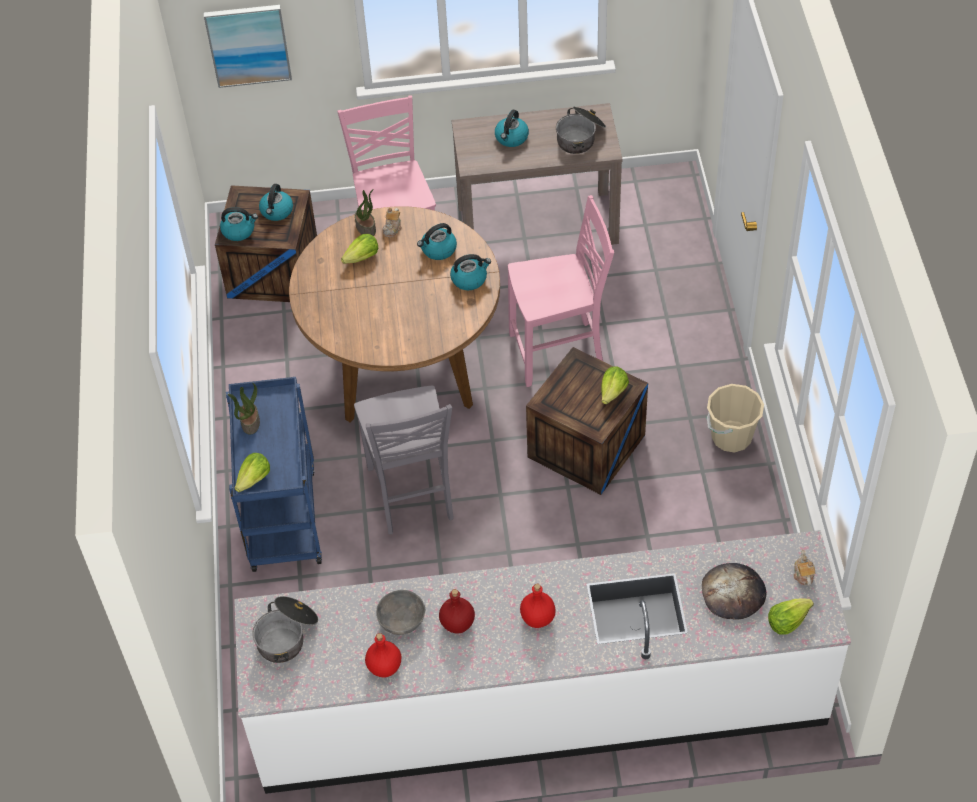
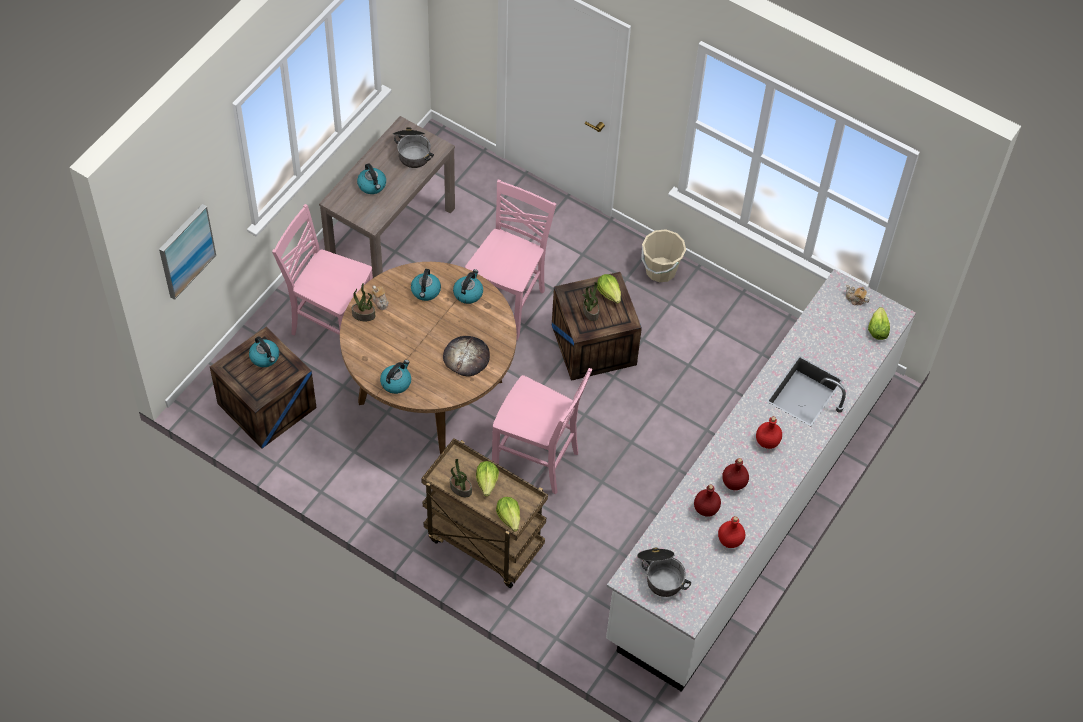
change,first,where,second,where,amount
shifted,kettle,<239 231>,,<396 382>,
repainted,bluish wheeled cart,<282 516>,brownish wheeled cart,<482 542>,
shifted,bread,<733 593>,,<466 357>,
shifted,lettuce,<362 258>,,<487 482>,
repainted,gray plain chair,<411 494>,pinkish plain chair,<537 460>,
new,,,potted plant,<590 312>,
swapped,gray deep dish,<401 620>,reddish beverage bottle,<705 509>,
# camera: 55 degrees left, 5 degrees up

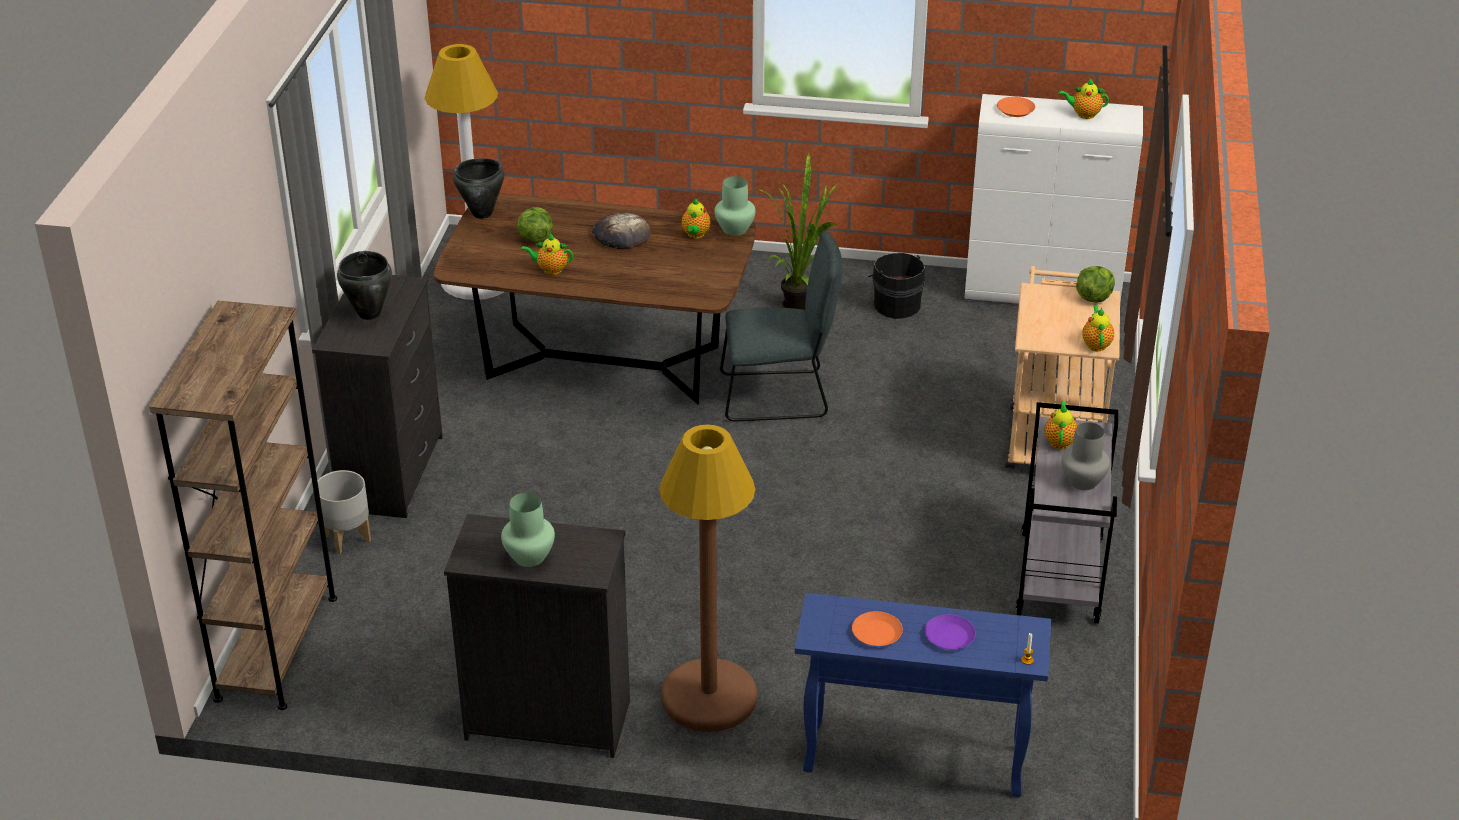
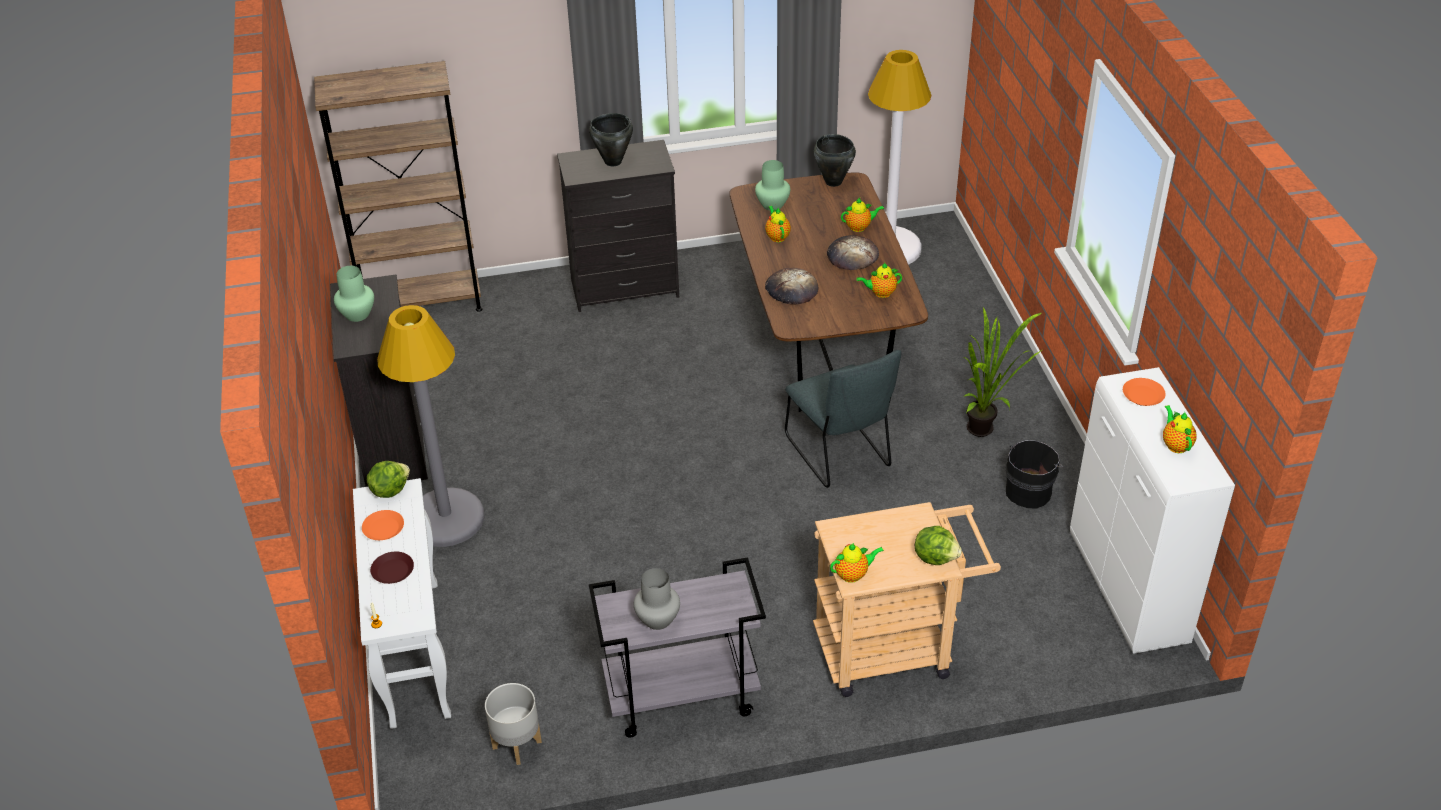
change,first,where,second,where,amount
repainted,bluish console table,<912 760>,white-coloured console table,<414 652>,
shifted,lettuce,<535 238>,,<389 490>,
repainted,purplish dinner plate,<949 636>,brownish dinner plate,<392 571>,
repainted,brownish floor lamp,<709 697>,gray floor lamp,<446 518>,
shifted,gray plant pot,<347 538>,,<516 745>,
shifted,green decorative vase,<735 229>,,<773 205>,
new,,,bread,<791 289>,
shifted,tea pot,<1059 441>,,<859 227>,
# camera: 70 degrees right, 5 degrees up

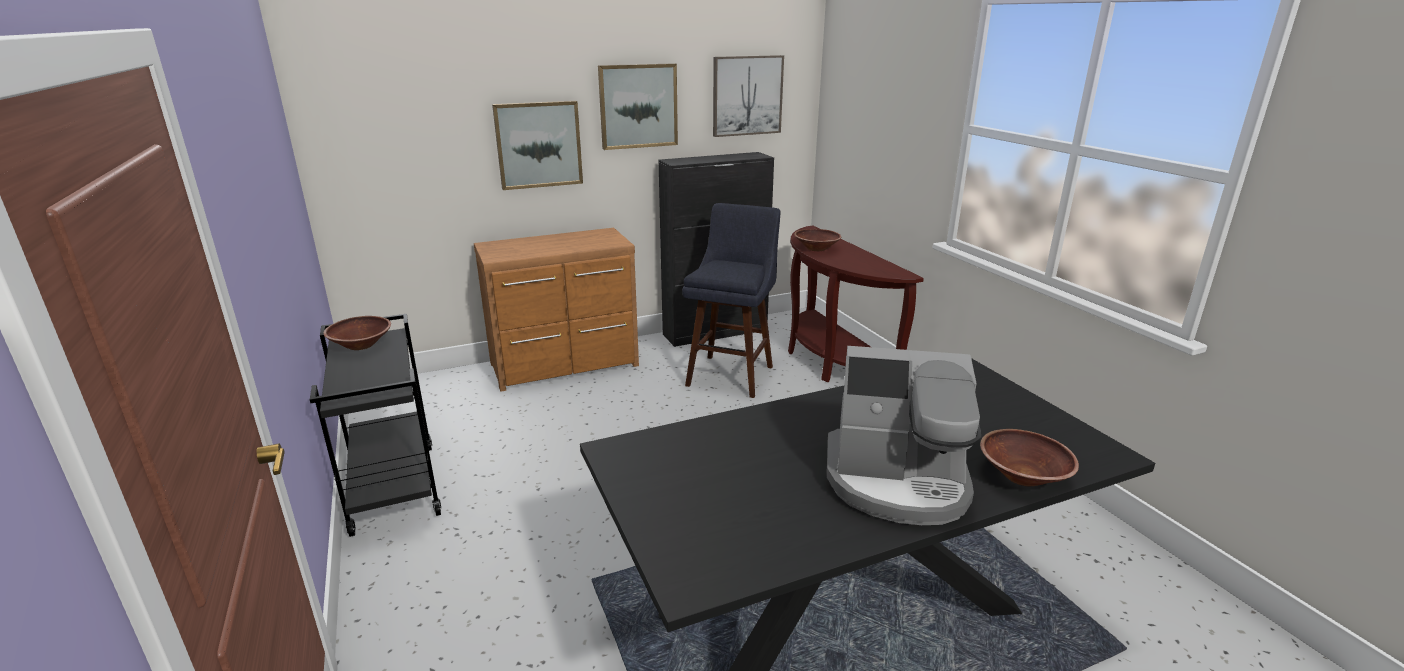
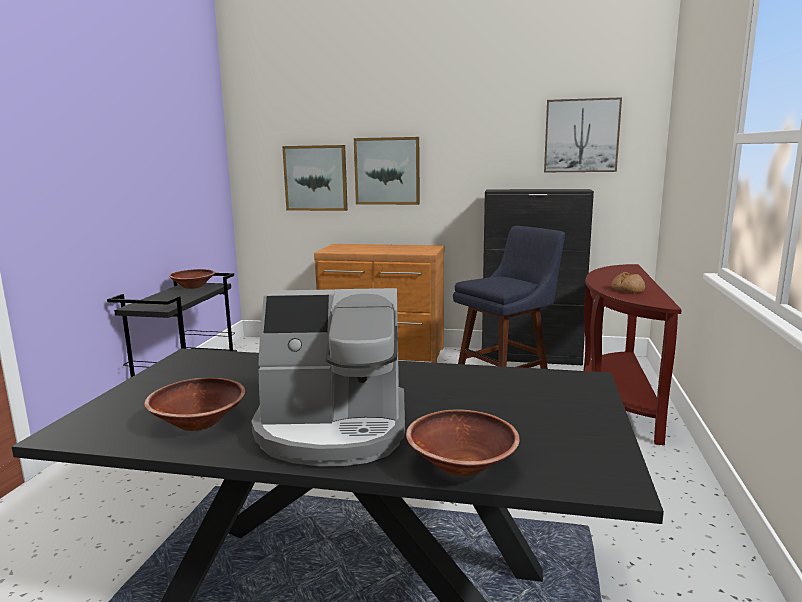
change,first,where,second,where,amount
shifted,brownish deep dish,<816 248>,,<198 422>,
rotated,coffee maker,<897 481>,,<333 430>,45 degrees counterclockwise
shifted,wall art,<638 106>,,<316 178>,
new,,,bread,<627 290>,
# camera: 35 degrees right, 10 degrees down

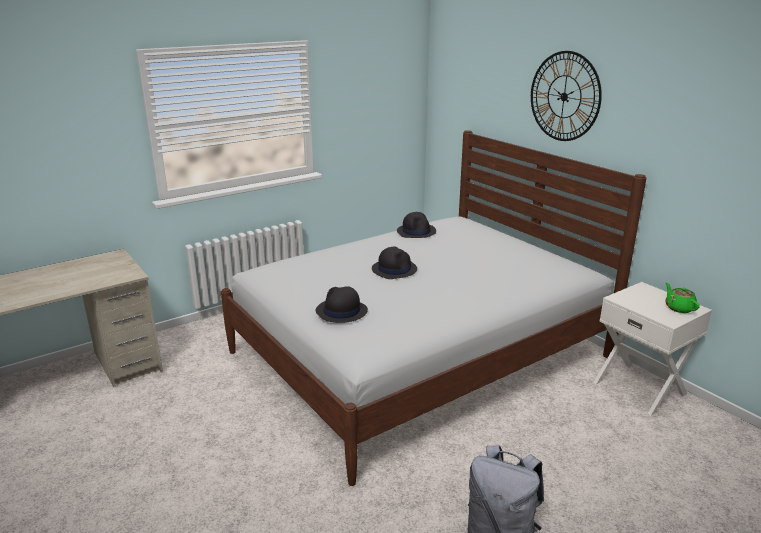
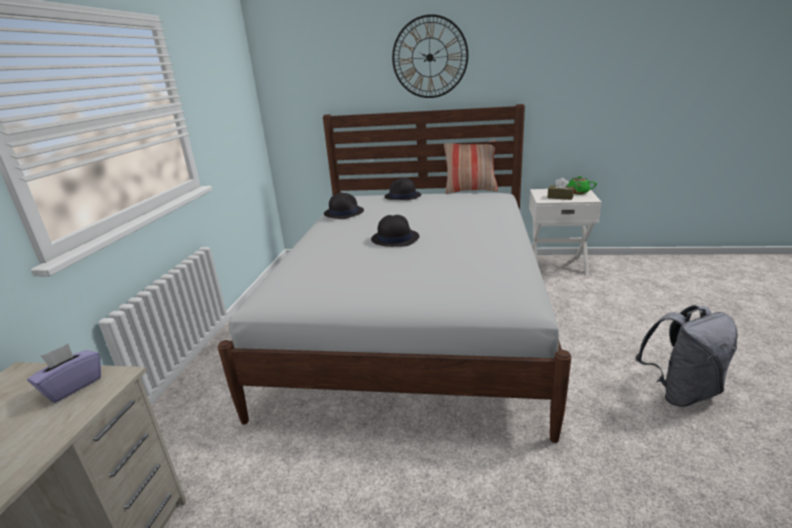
change,first,where,second,where,amount
new,,,purplish box of tissues,<72 386>,
shifted,black wearable hat,<341 311>,,<403 196>,
new,,,cushion,<470 190>,
new,,,brownish box of tissues,<560 197>,
# camera: 45 degrees left, 0 degrees up

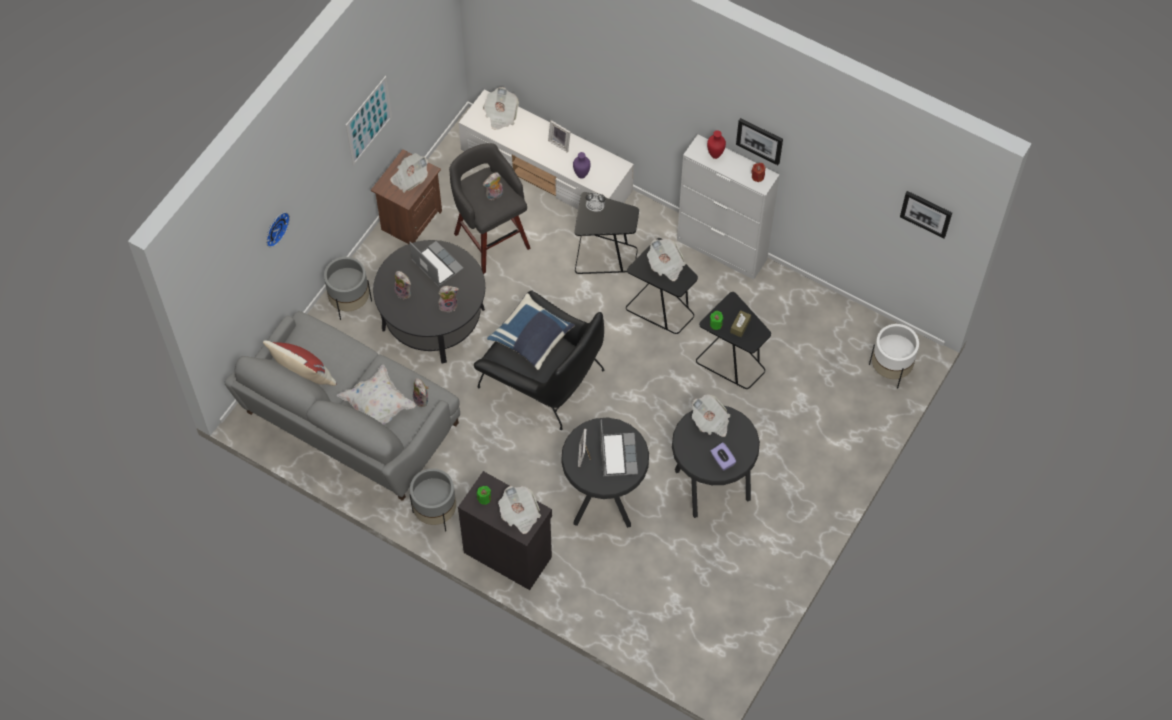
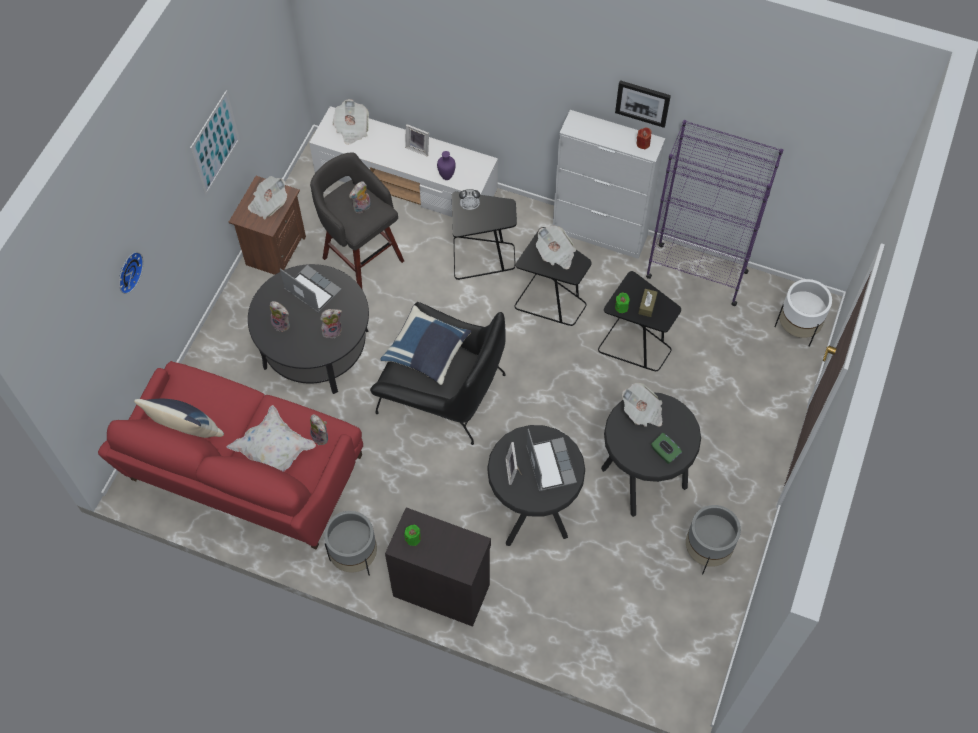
change,first,where,second,where,amount
repainted,gray sofa,<349 420>,reddish sofa,<244 471>,
repainted,reddish cushion,<302 376>,bluish cushion,<185 432>,
new,,,purplish shelving unit,<696 274>,
repainted,purplish box of tissues,<722 461>,green box of tissues,<664 453>,
shifted,gray plant pot,<350 303>,,<706 551>,
gone,newspaper,<520 514>,,,
gone,reddish decorative vase,<714 155>,,,
gone,wall art,<926 213>,,,
# camera: 10 degrees left, 0 degrees up

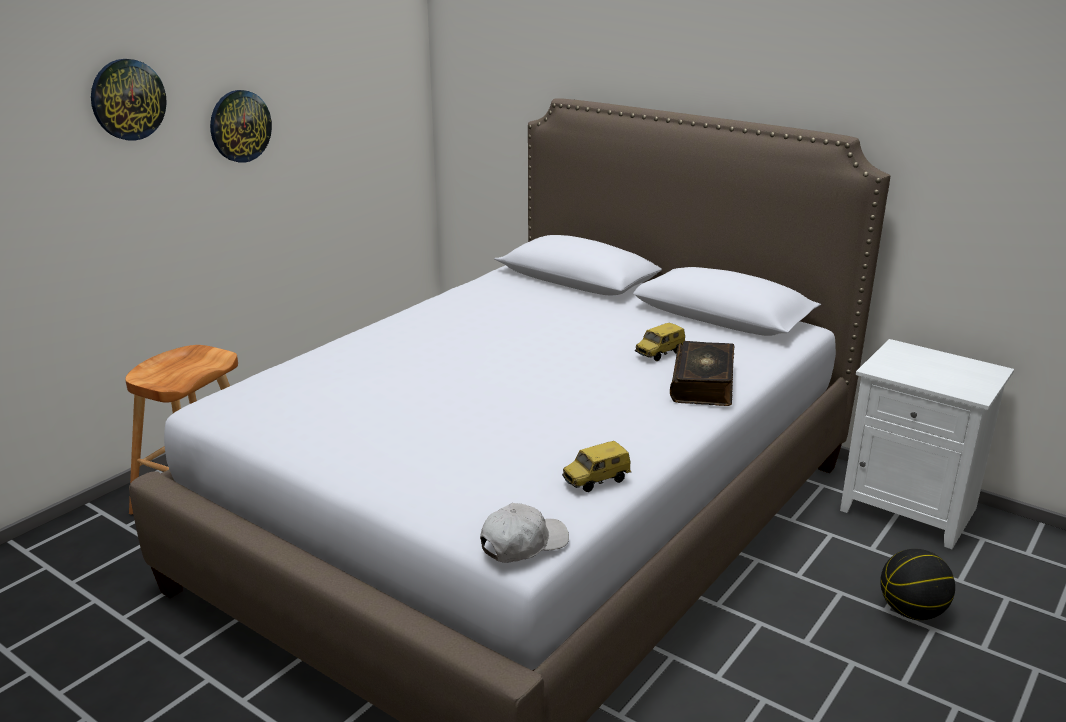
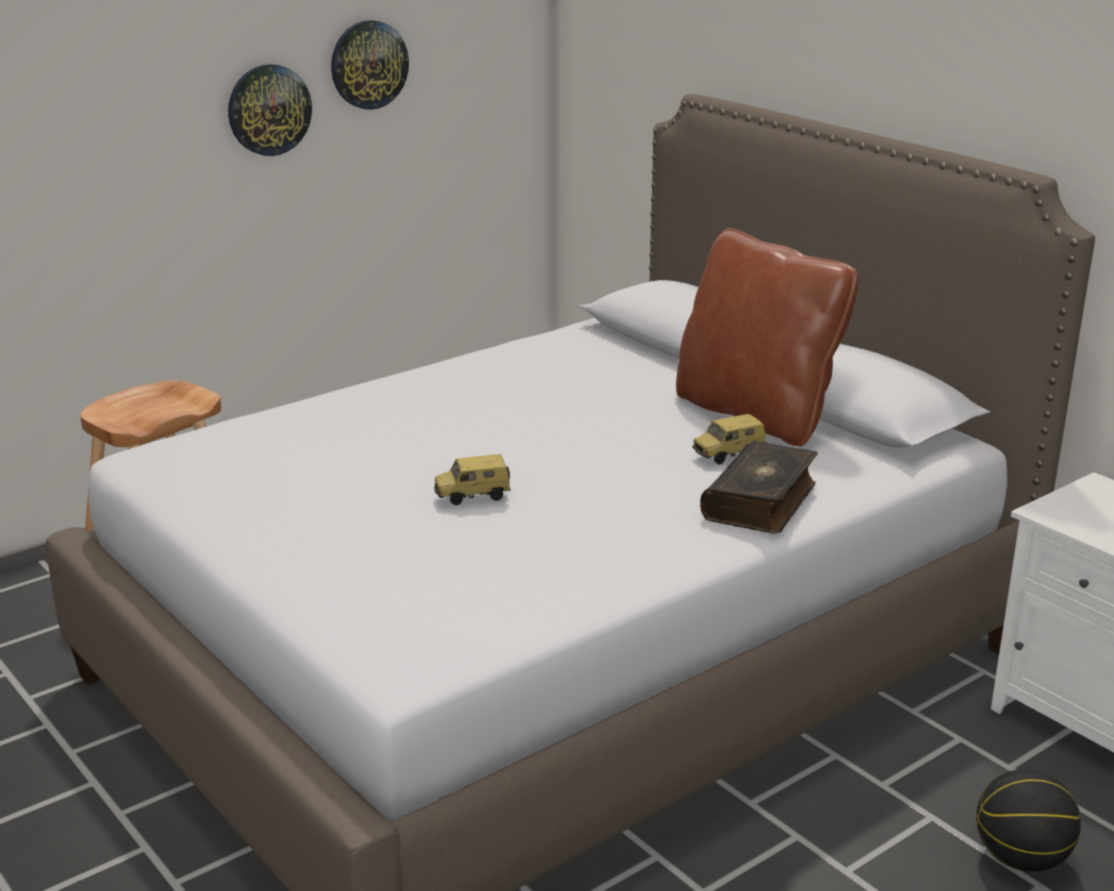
change,first,where,second,where,amount
shifted,hanging clock,<128 99>,,<368 64>,
shifted,model car,<597 482>,,<473 497>,
new,,,brownish cushion,<757 414>,
gone,white-coloured peaked cap,<523 544>,,,
# camera: 15 degrees right, 0 degrees up

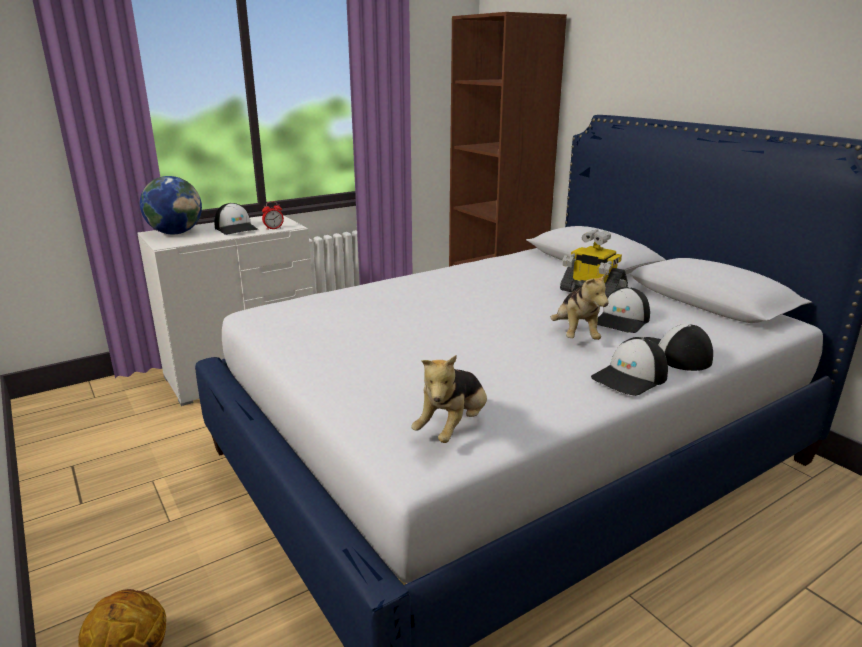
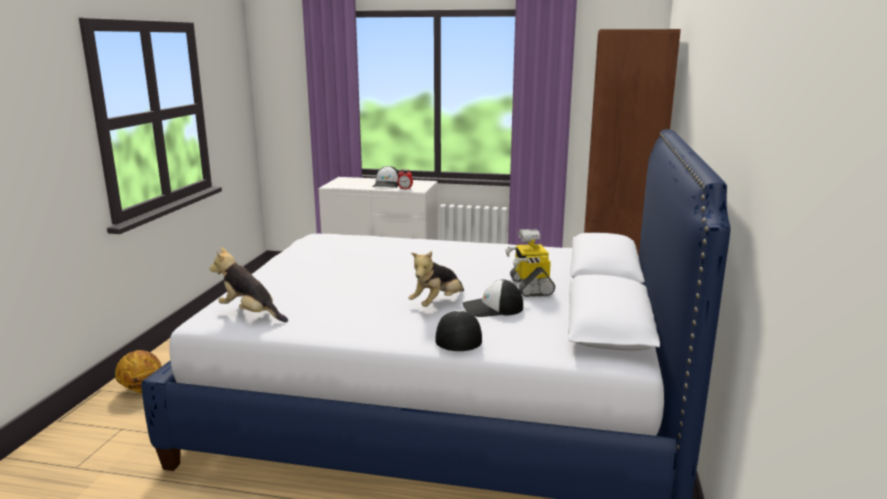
change,first,where,second,where,amount
rotated,plush toy,<453 428>,,<250 314>,45 degrees clockwise
gone,desk globe,<175 233>,,,
gone,peaked cap,<630 378>,,,
# camera: 45 degrees right, 5 degrees down

